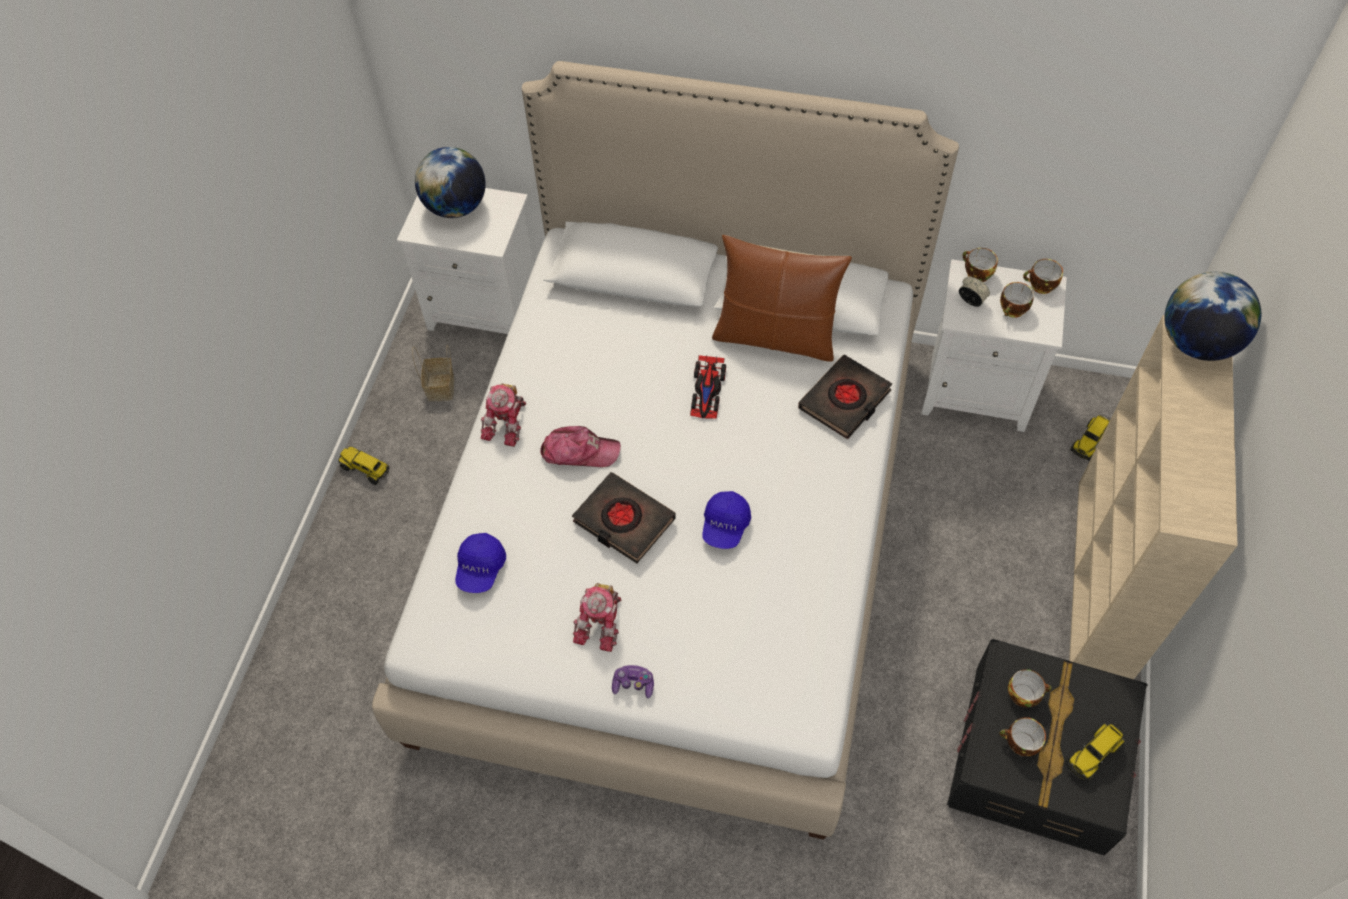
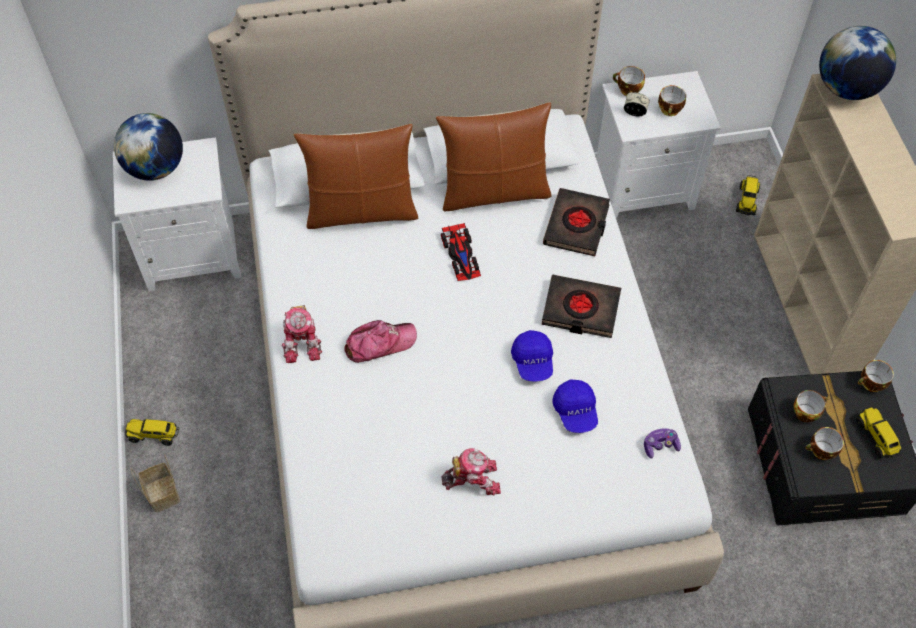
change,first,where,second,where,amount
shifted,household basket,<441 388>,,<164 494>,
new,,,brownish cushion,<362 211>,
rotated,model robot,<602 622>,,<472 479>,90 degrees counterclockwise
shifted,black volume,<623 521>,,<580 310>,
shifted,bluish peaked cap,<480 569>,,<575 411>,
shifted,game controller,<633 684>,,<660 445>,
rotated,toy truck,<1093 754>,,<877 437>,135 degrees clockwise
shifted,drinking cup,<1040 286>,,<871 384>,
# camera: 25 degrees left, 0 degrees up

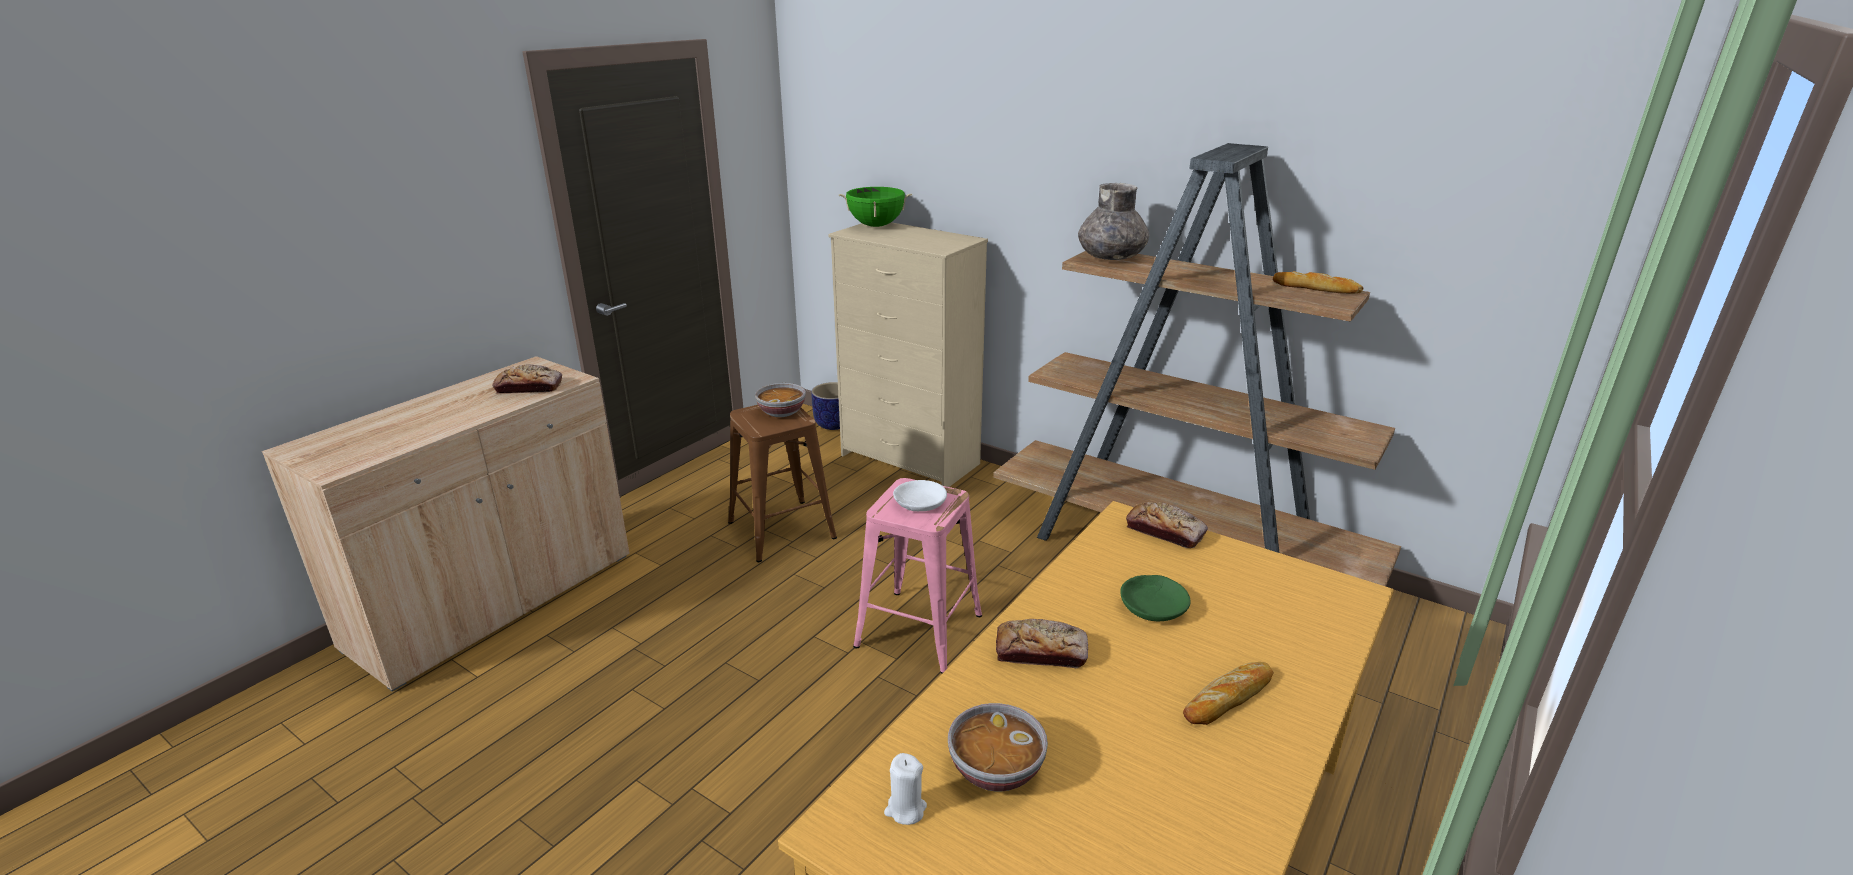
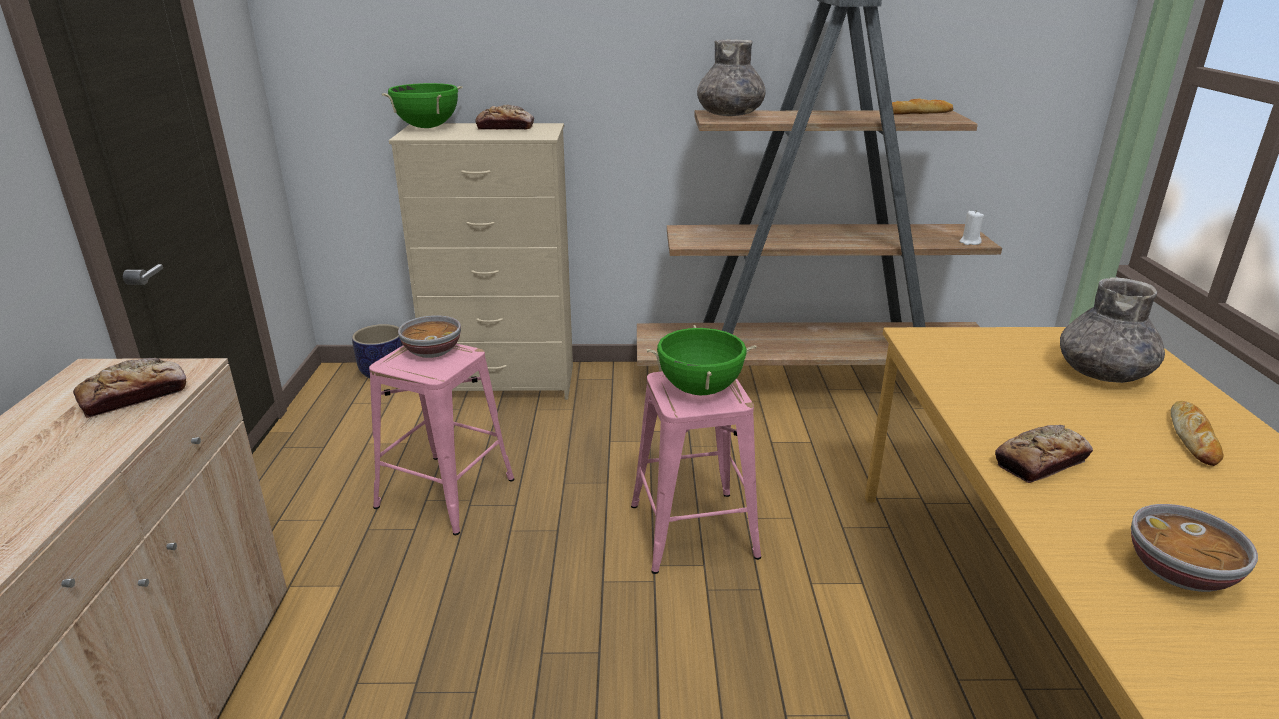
change,first,where,second,where,amount
repainted,brownish stool,<780 530>,pinkish stool,<444 493>,
shifted,bread,<1165 531>,,<505 128>,
swapped,white-coloured deep dish,<919 503>,green saucepot,<700 390>,
shifted,white-coloured candle,<905 809>,,<969 242>,
new,,,gray decorative vase,<1103 373>,
gone,green deep dish,<1153 607>,,,
# camera: 35 degrees left, 0 degrees up

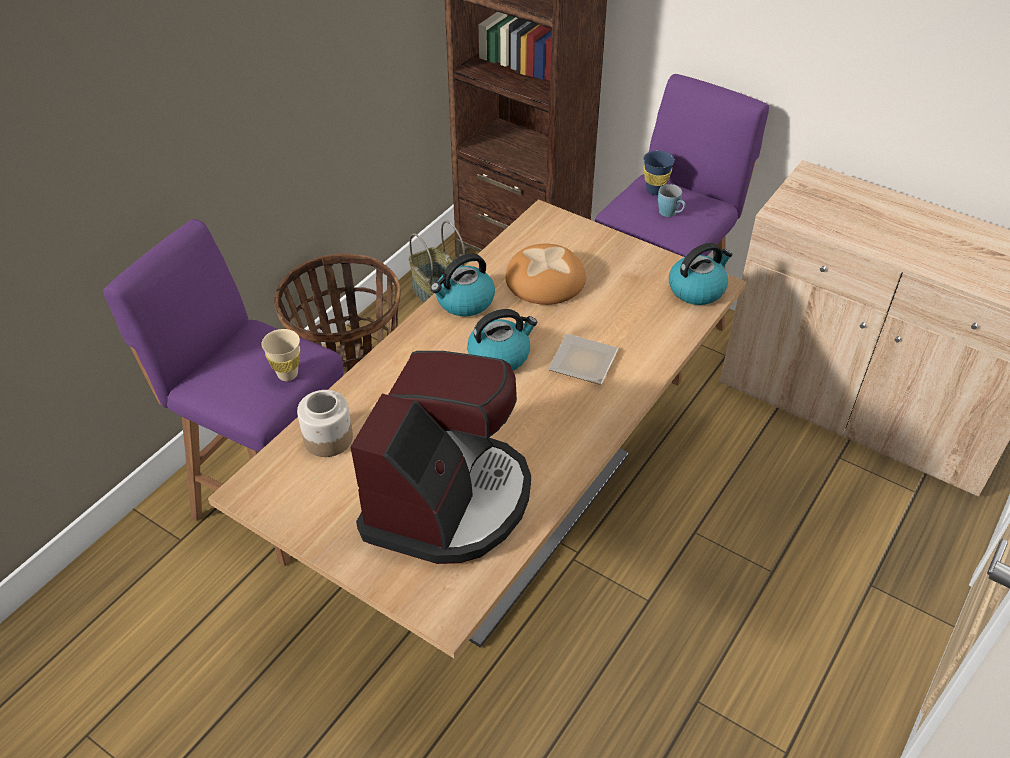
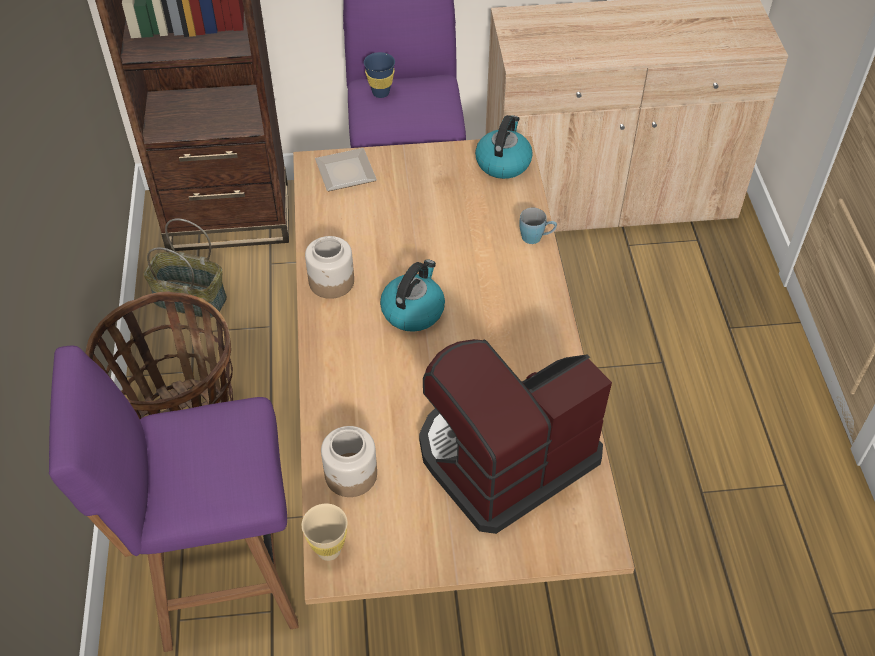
change,first,where,second,where,amount
shifted,beige drinking cup,<287 374>,,<328 550>,
swapped,kettle,<464 302>,storage jar,<332 281>,
shifted,dinner plate,<582 360>,,<343 172>,
rotated,coffee maker,<448 500>,,<503 456>,105 degrees counterclockwise
shifted,bluish tea mug,<671 214>,,<536 237>,
gone,bread,<544 280>,,,
# camera: 40 degrees left, 5 degrees up

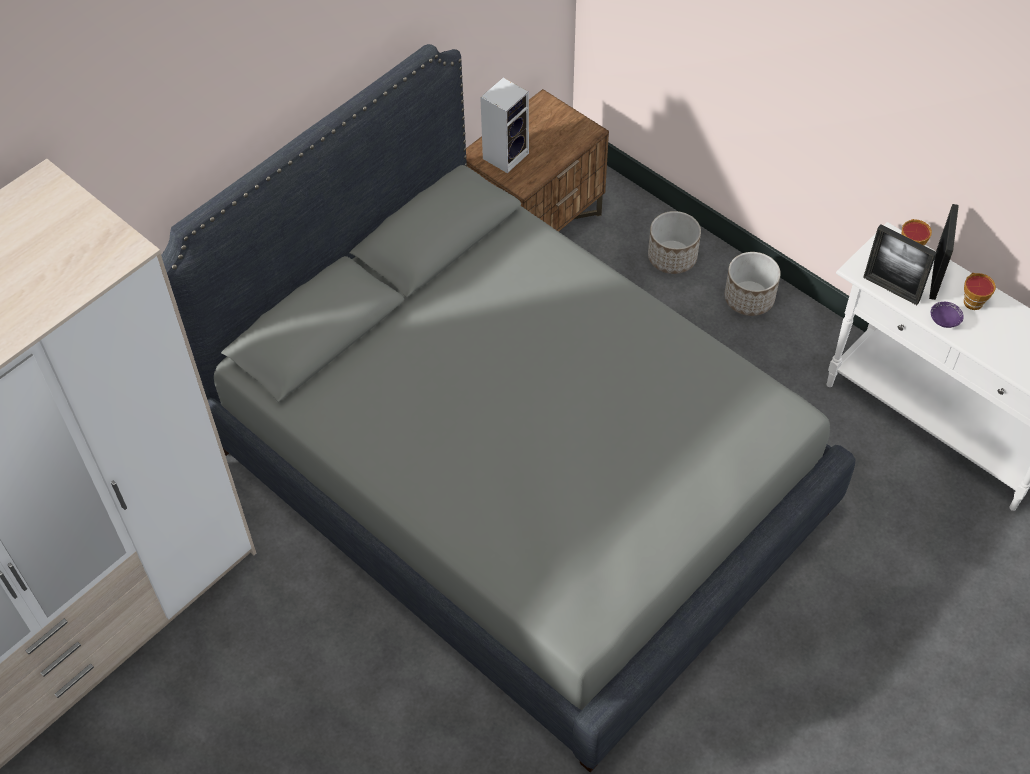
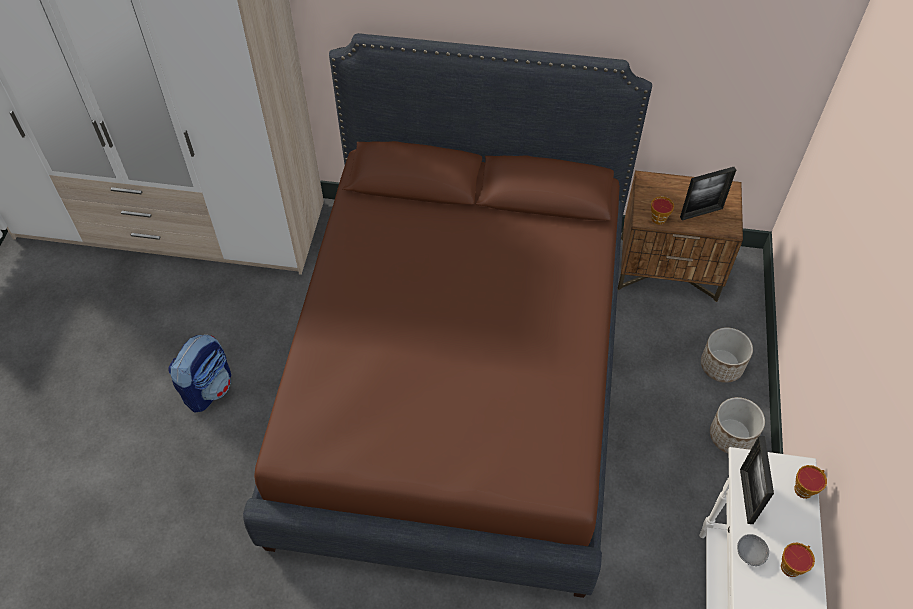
change,first,where,second,where,amount
new,,,rucksack,<208 388>,
repainted,gray bed,<516 479>,brownish bed,<457 378>,
new,,,drinking cup,<658 220>,
shifted,standing frame,<935 276>,,<701 213>,
repainted,purplish deep dish,<944 320>,gray deep dish,<750 553>,
gone,audio speaker,<506 154>,,,
# camera: 55 degrees right, 0 degrees up

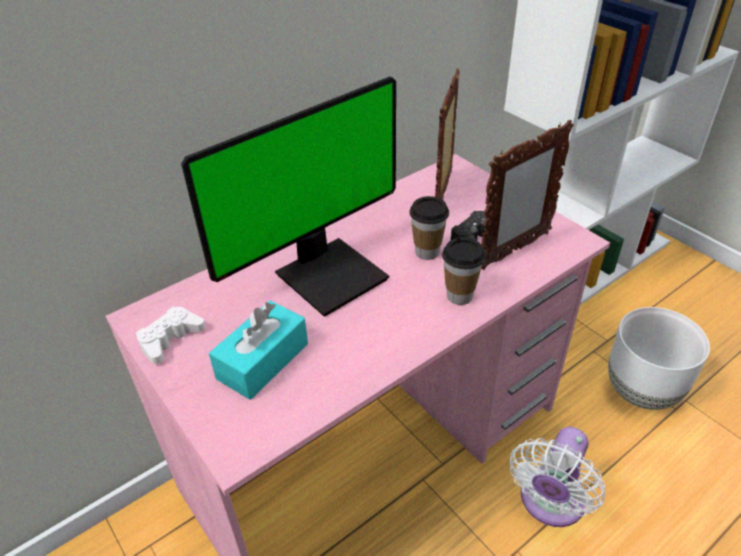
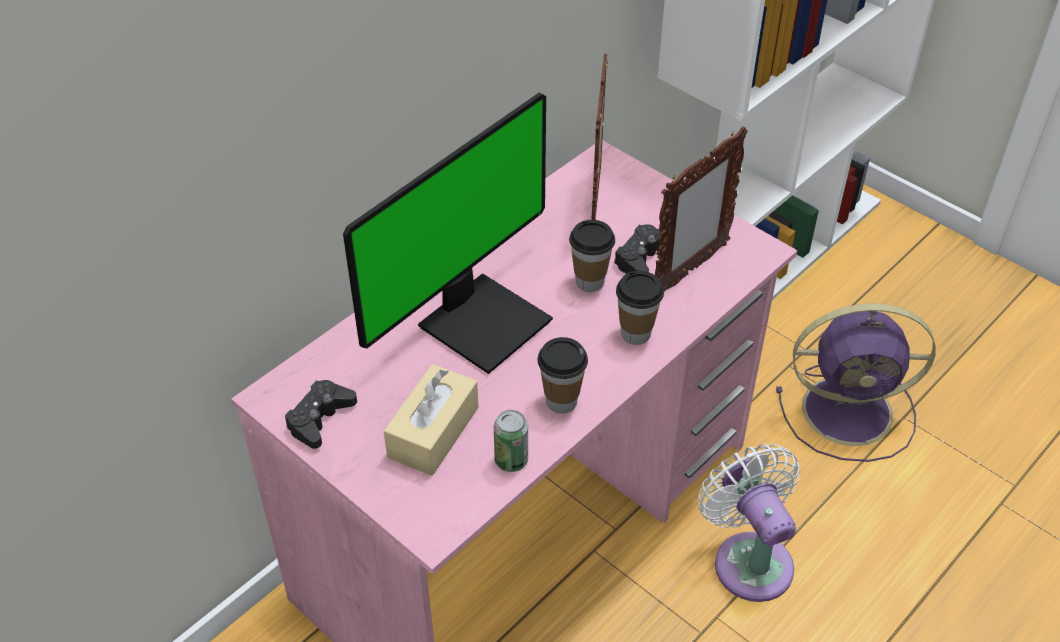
change,first,where,second,where,amount
repainted,white-coloured game controller,<170 339>,black game controller,<320 418>,
repainted,blue-green box of tissues,<263 361>,beige box of tissues,<433 432>,
new,,,can,<511 460>,
new,,,drinking cup,<561 401>,
rotated,white-coloured cooling fan,<549 503>,,<749 559>,135 degrees clockwise
swapped,white-coloured plant pot,<642 391>,purplish cooling fan,<851 411>,
# camera: 10 degrees left, 5 degrees up

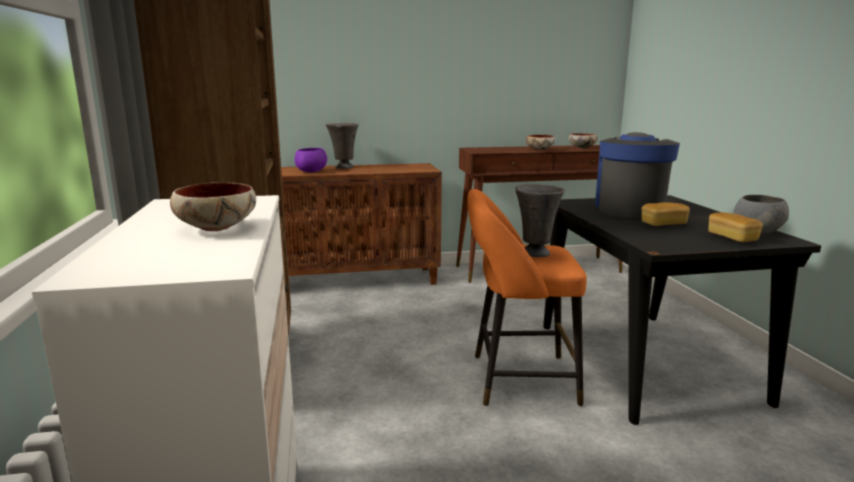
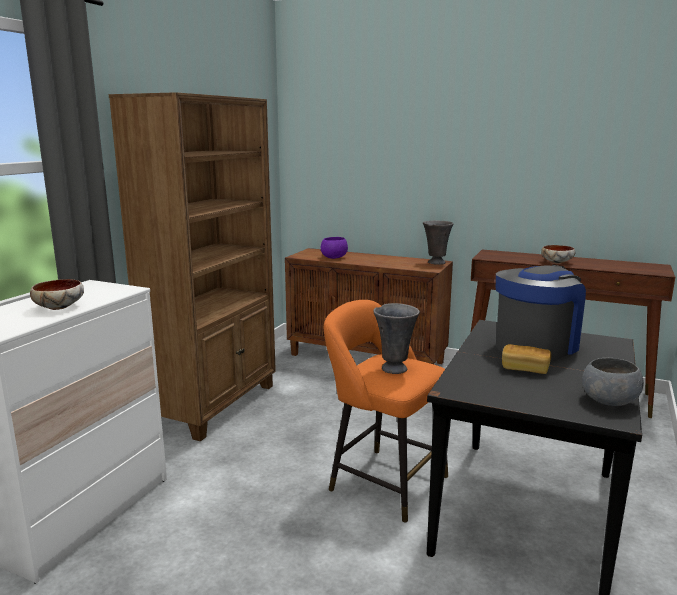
change,first,where,second,where,amount
shifted,gray decorative vase,<343 167>,,<435 263>,
gone,deep dish,<582 148>,,,
gone,bread,<732 238>,,,
# camera: 35 degrees right, 0 degrees up

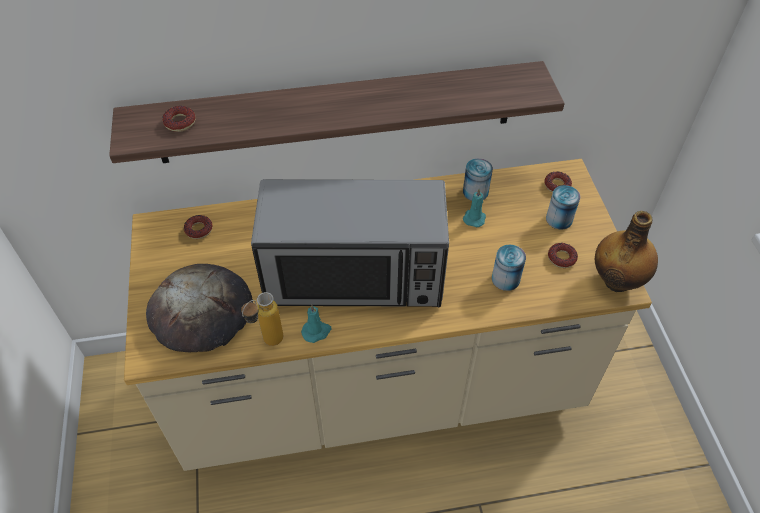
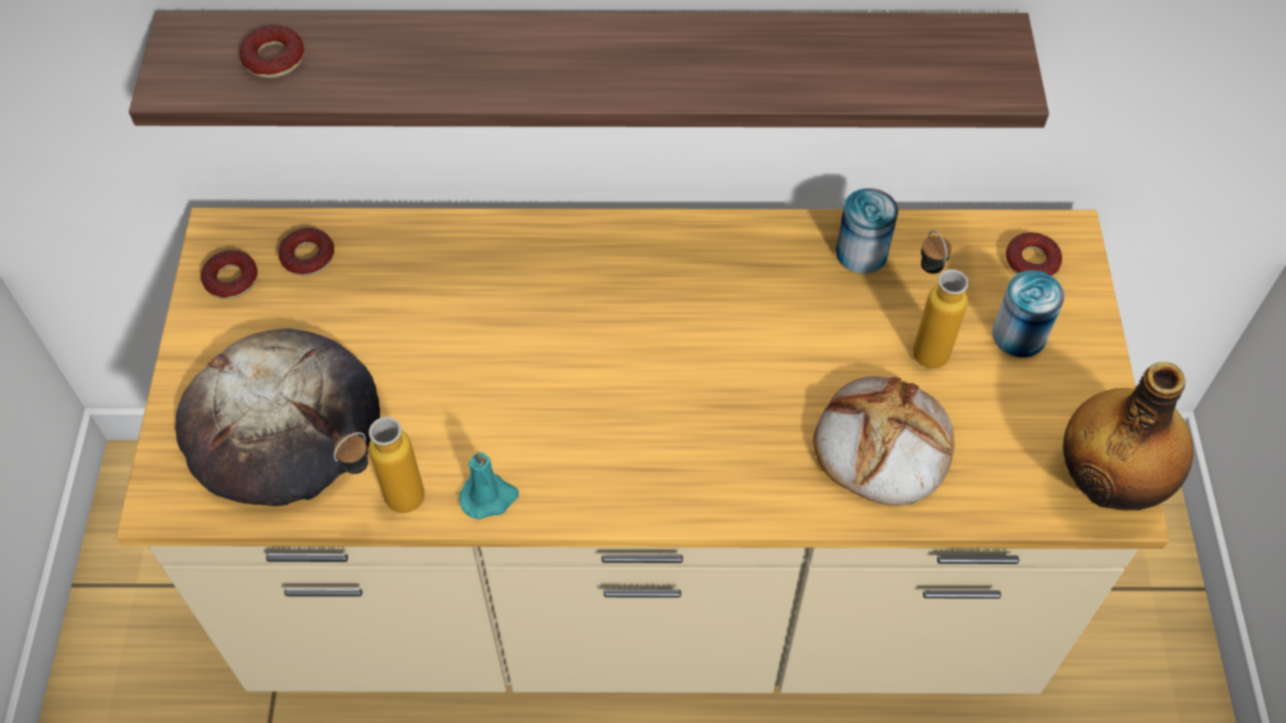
change,first,where,second,where,amount
shifted,ring doughnut,<561 258>,,<231 280>,
swapped,can,<505 279>,bread,<881 446>,
new,,,beverage bottle,<923 342>,
gone,kitchen microwave,<354 275>,,,
gone,blue-green candle,<474 218>,,,
# camera: 10 degrees right, 5 degrees up

